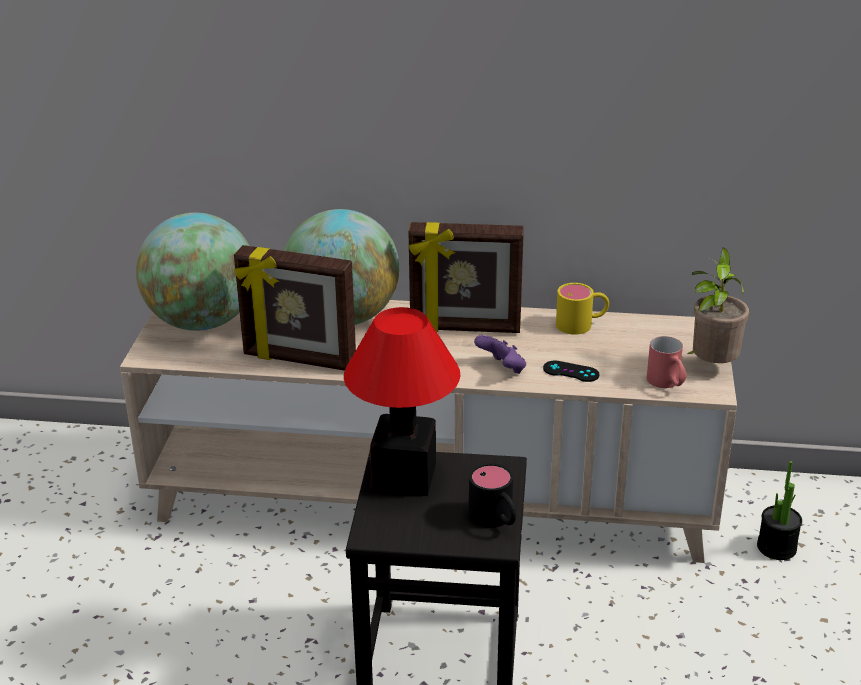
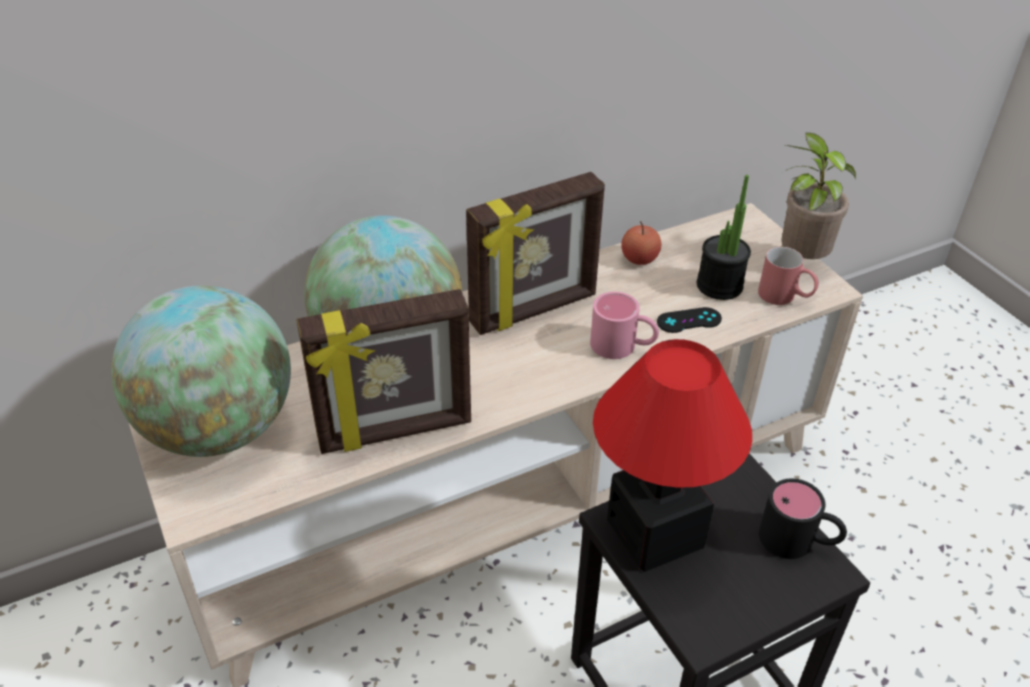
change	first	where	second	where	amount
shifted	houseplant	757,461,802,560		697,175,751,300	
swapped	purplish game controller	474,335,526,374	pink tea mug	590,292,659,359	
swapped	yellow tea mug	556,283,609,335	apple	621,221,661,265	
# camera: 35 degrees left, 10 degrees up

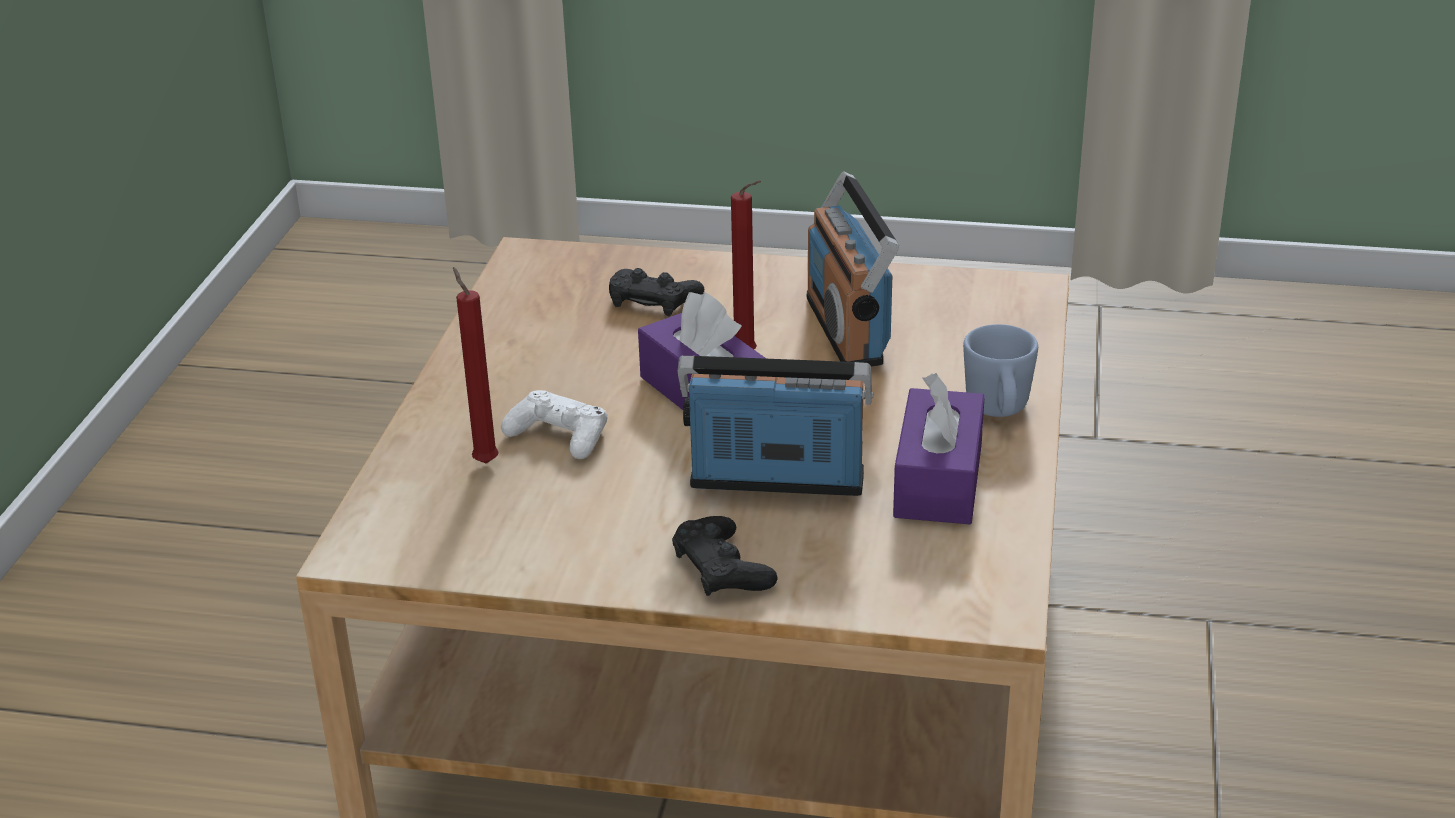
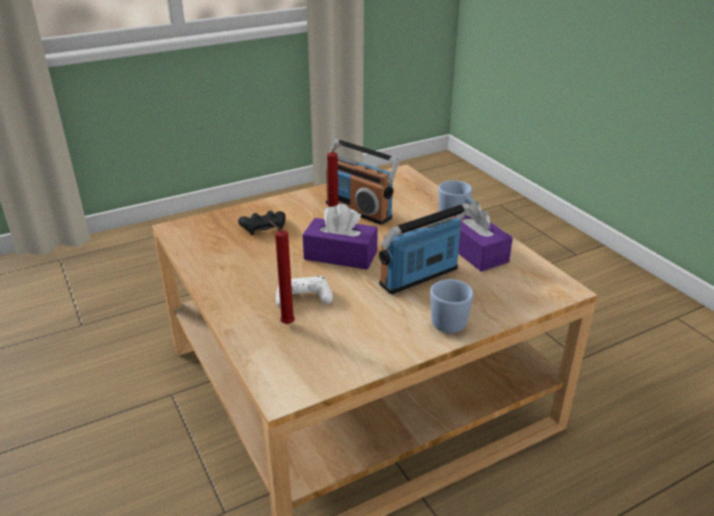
change	first	where	second	where	amount
swapped	black game controller	672,516,778,596	blue tea mug	430,279,474,333	
# camera: 40 degrees left, 0 degrees up

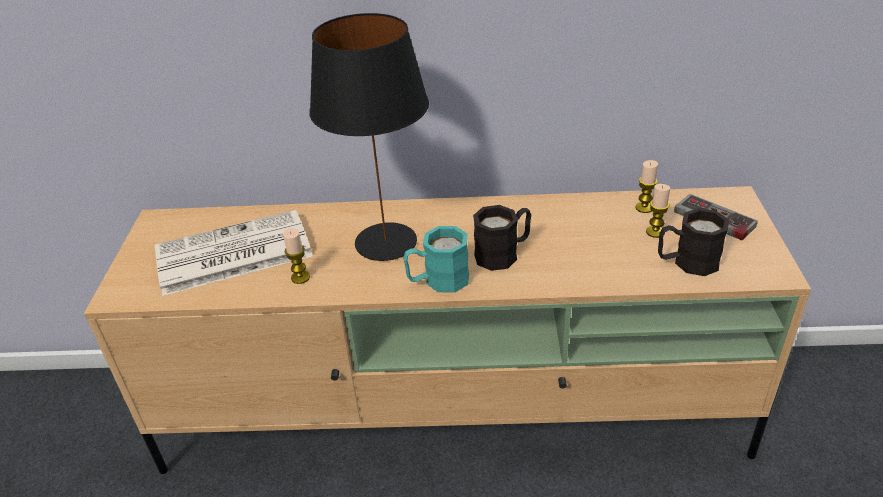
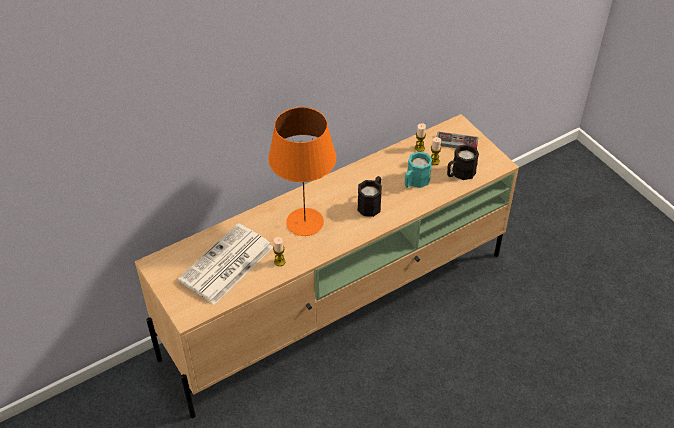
change	first	where	second	where	amount
shifted	blue-green tea mug	403,226,469,293		405,151,432,188	
repainted	black lamp for a table	309,13,429,261	orange lamp for a table	268,107,336,236	
# camera: 35 degrees left, 10 degrees up

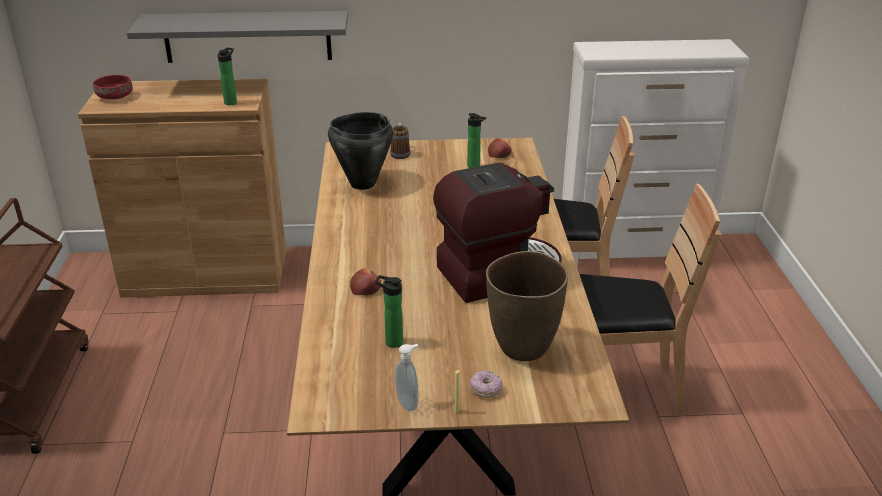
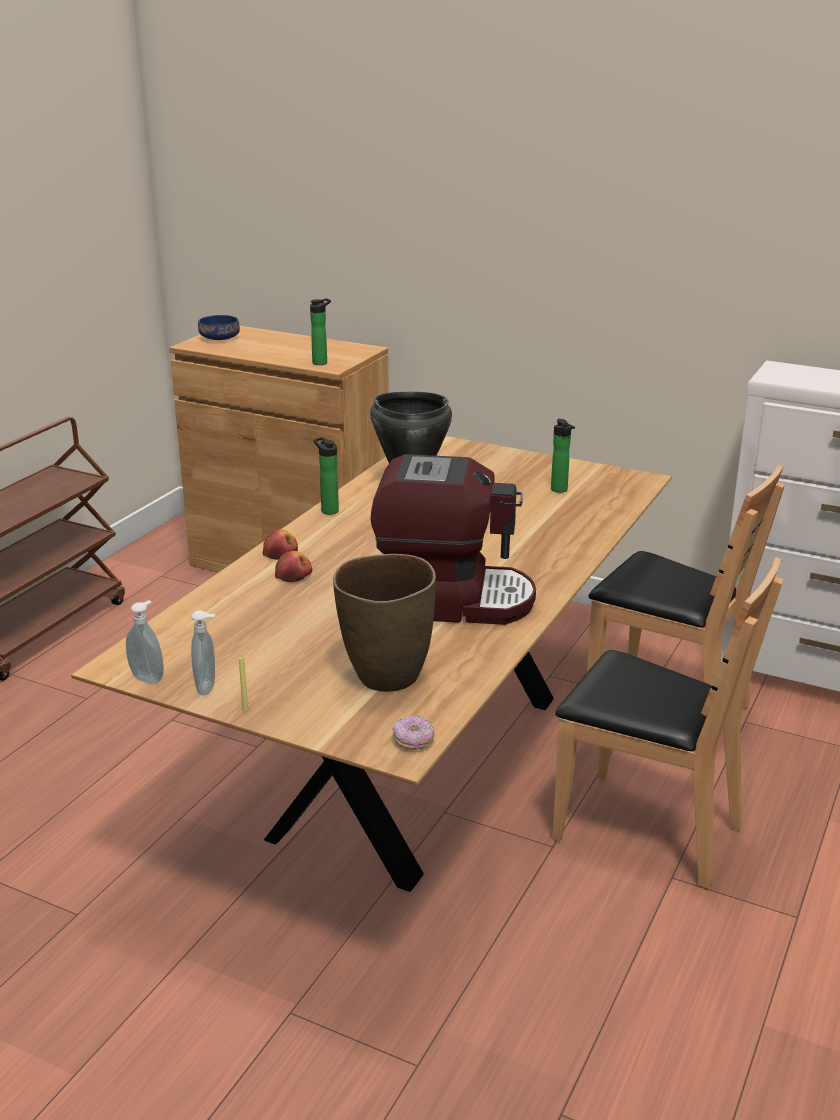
change	first	where	second	where	amount
gone	gray shelf	127,11,348,63			
gone	tea mug	390,123,411,159			
new			soap bottle	126,600,164,684	
shifted	beverage bottle	375,275,403,348		313,437,339,515	
shifted	donut	470,370,503,398		393,716,435,750	
shifted	apple	488,138,512,158		263,529,298,560	
repainted	red-coloured deep dish	93,75,133,99	blue deep dish	198,315,240,340	
# camera: 30 degrees right, 5 degrees down

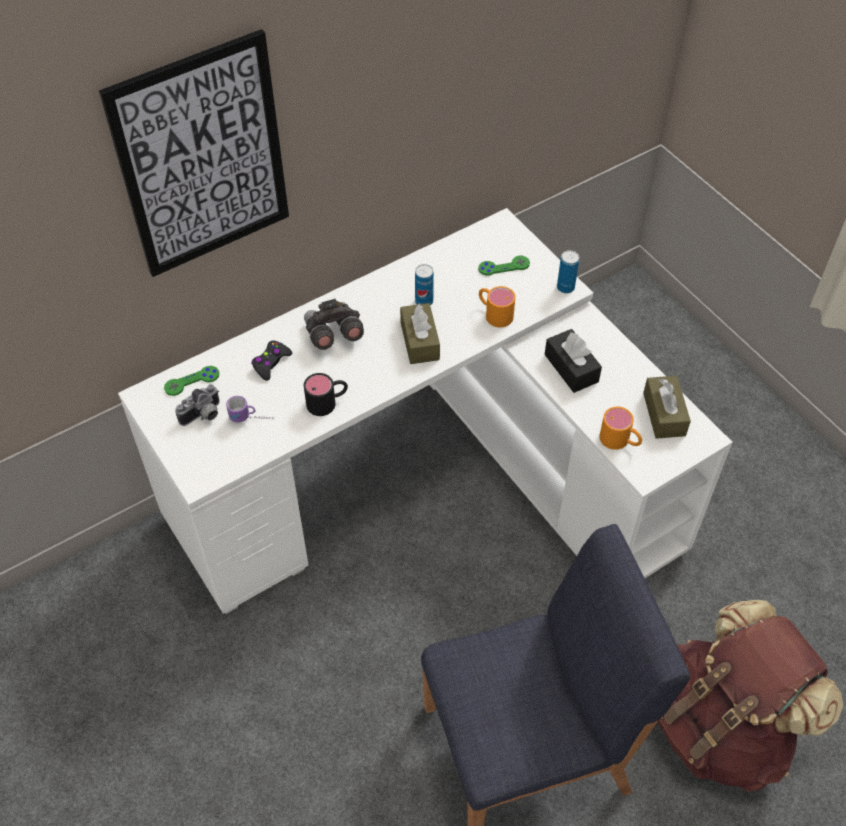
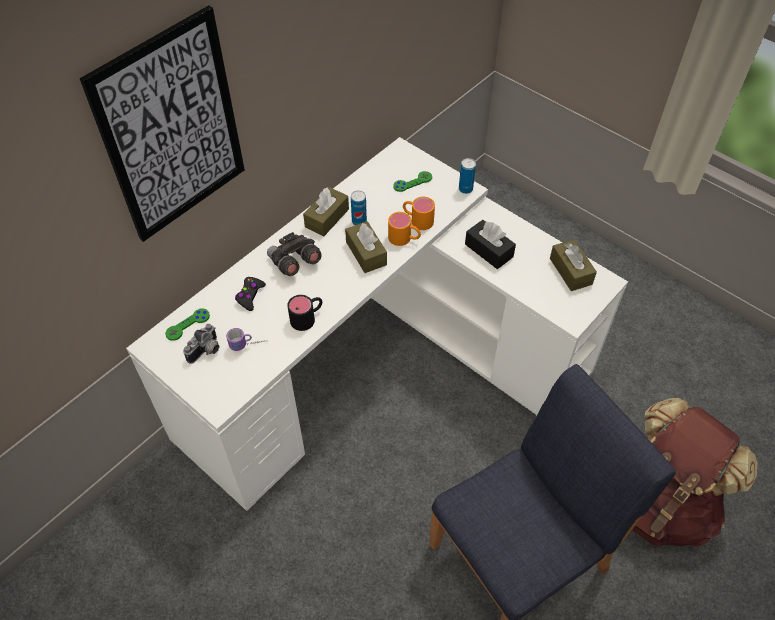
change	first	where	second	where	amount
new			brown box of tissues	303,187,349,236	
shifted	orange tea mug	599,407,642,450		388,212,421,246	
# camera: 15 degrees left, 0 degrees up

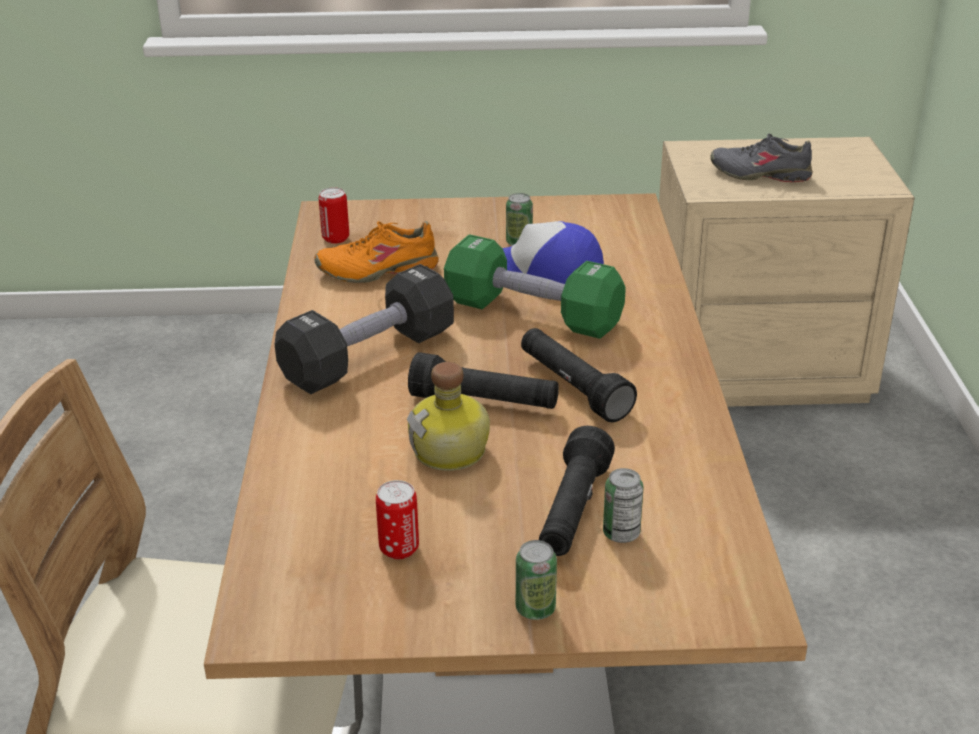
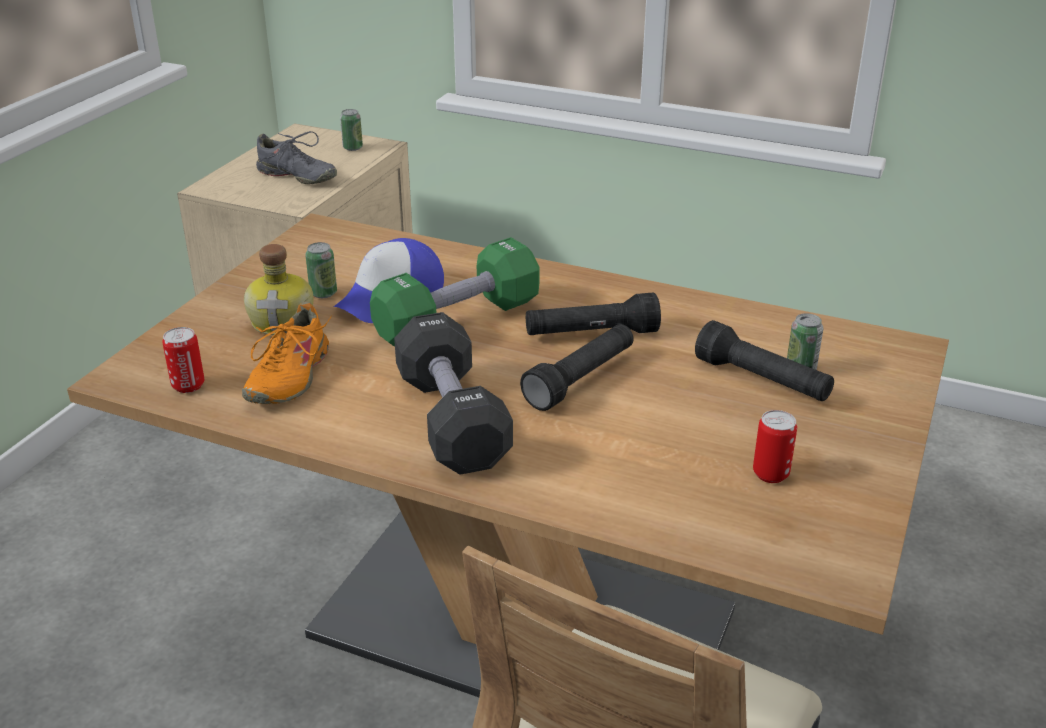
change	first	where	second	where	amount
shifted	beverage bottle	407,362,490,471		244,244,314,335	
shifted	sealed can	516,540,557,620		340,109,363,151	
rotated	gray item of footwear	710,134,813,182		256,131,337,184	105 degrees counterclockwise
# camera: 65 degrees left, 0 degrees up

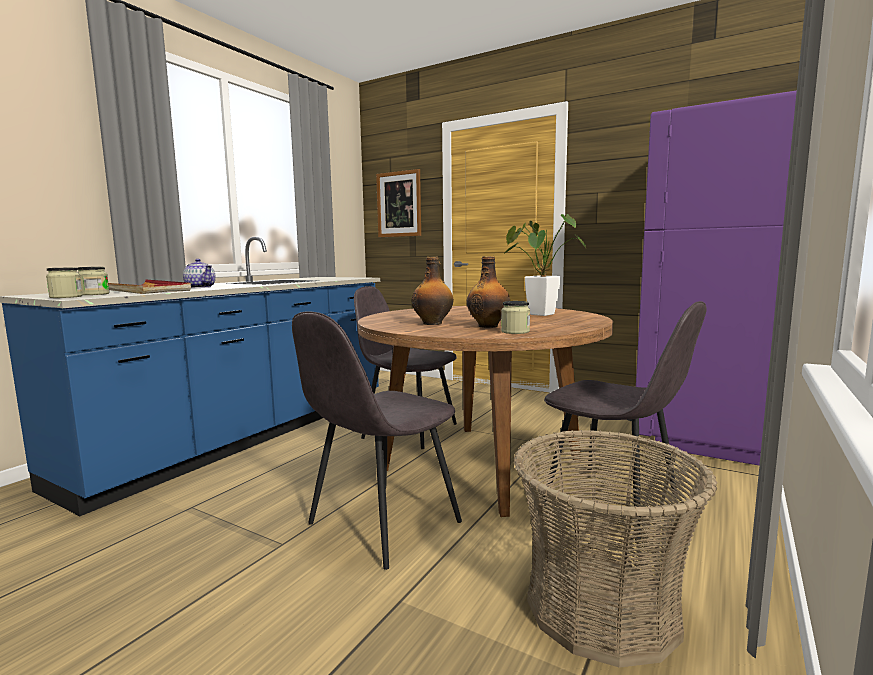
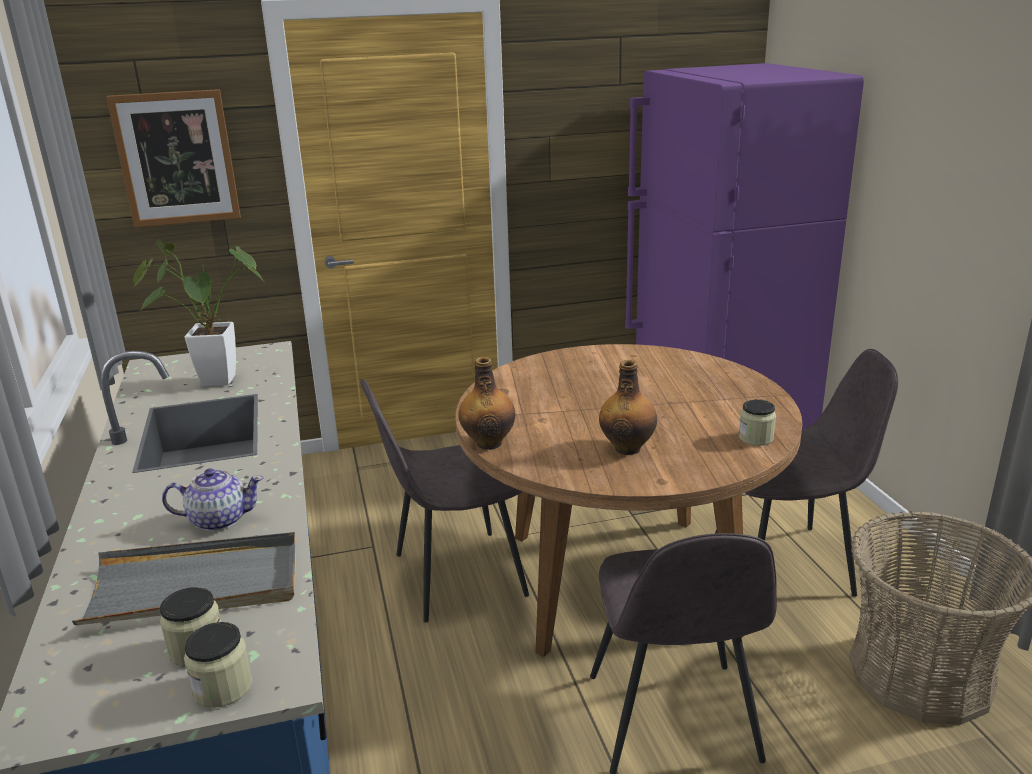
change	first	where	second	where	amount
shifted	beverage bottle	467,256,510,328		459,357,515,450	
shifted	houseplant	504,214,586,316		133,239,263,386	
repainted	red-coloured carrying tray	108,280,191,294	gray carrying tray	72,532,296,625	
# camera: 45 degrees left, 15 degrees up

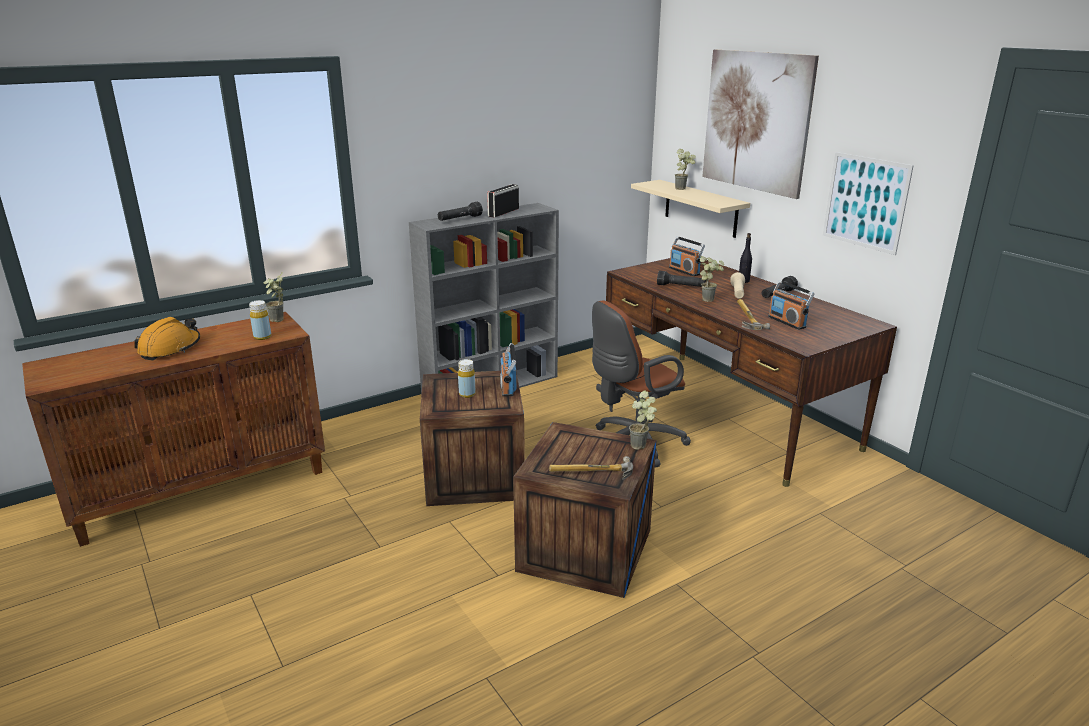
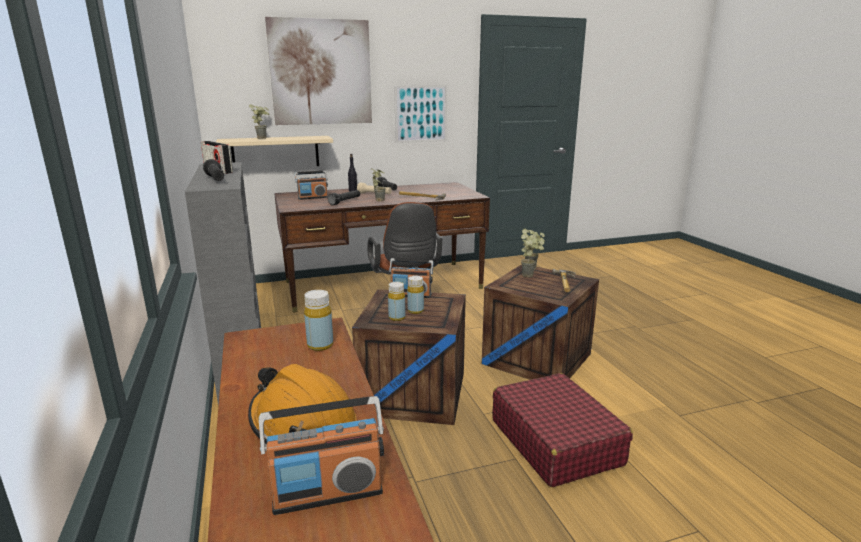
change	first	where	second	where	amount
new			yellow beverage bottle	388,282,406,321	
new			red-coloured travel case	492,373,633,487	
shifted	houseplant	264,272,284,322		521,234,544,277	
shifted	radio receiver	768,280,815,330		259,396,384,515	
# camera: 75 degrees left, 5 degrees down

